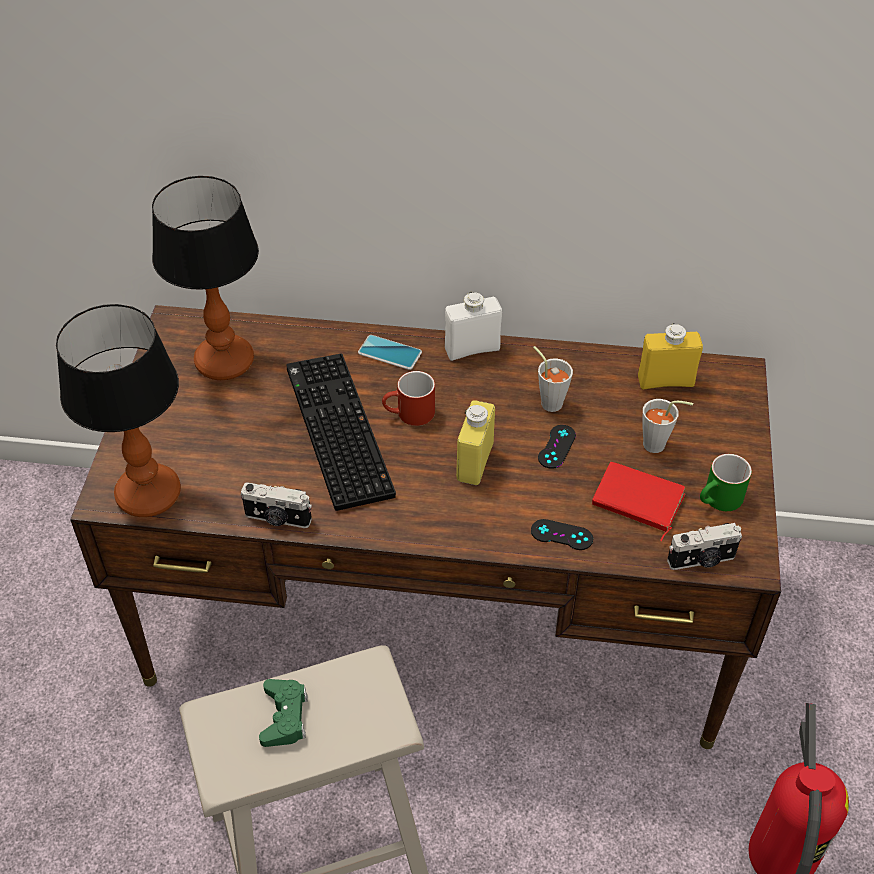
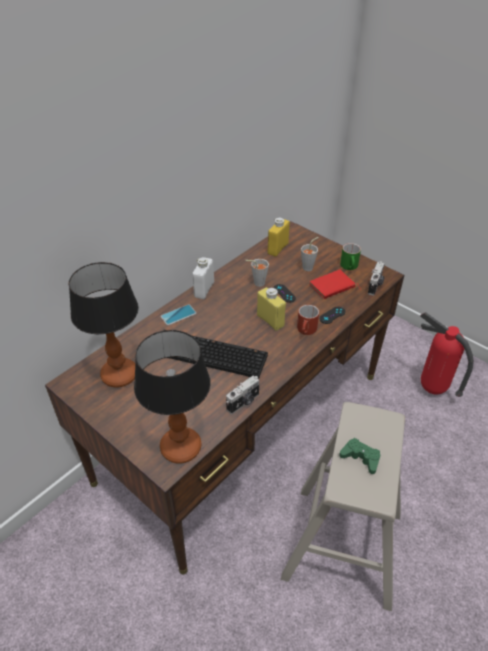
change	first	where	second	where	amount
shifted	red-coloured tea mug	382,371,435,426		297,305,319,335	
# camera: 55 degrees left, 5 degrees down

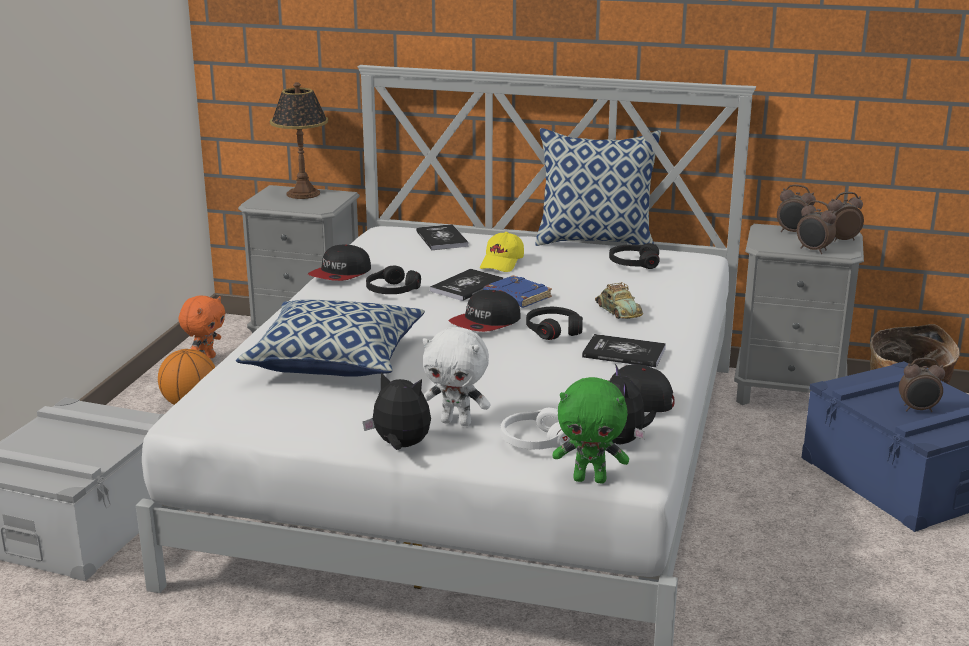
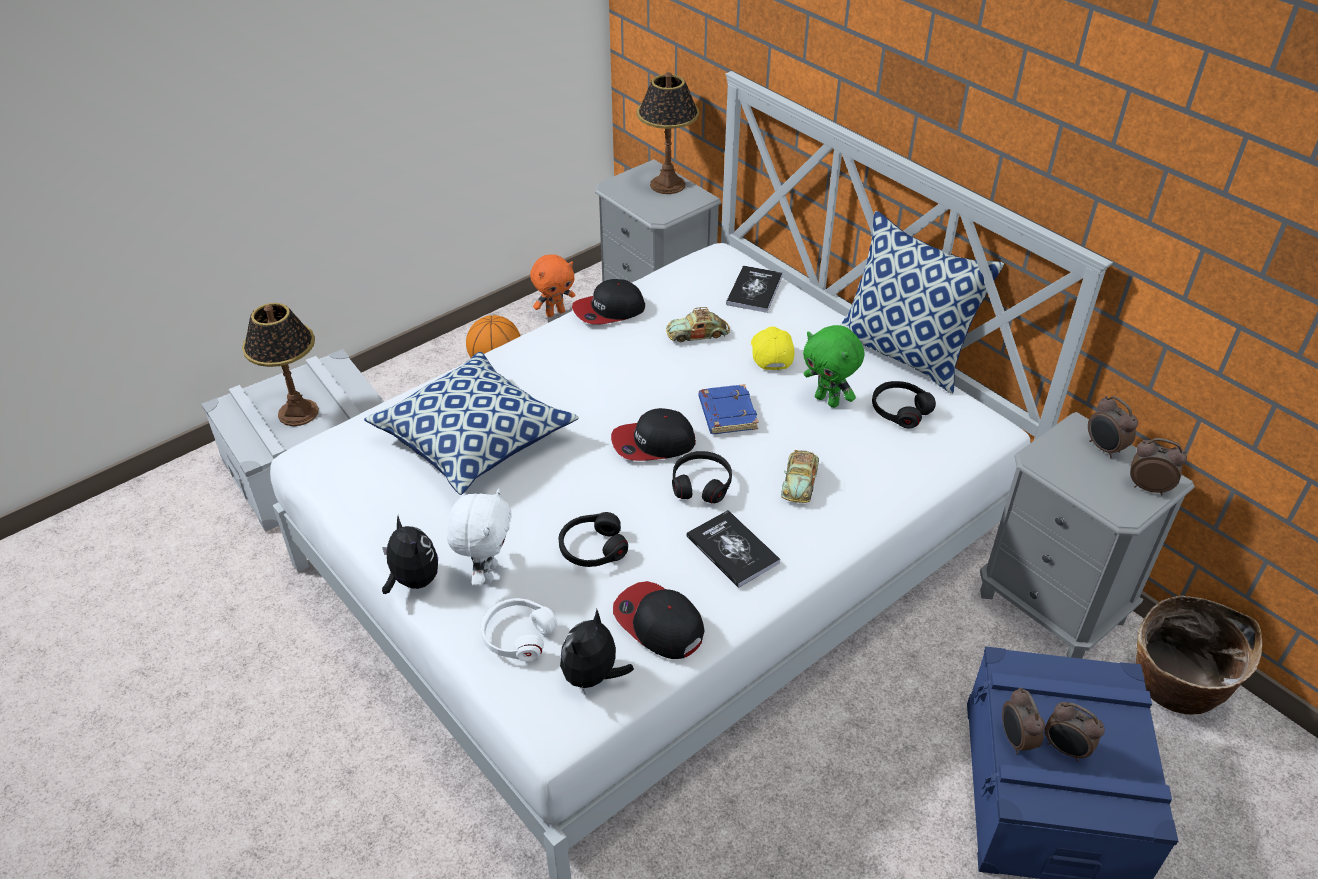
change	first	where	second	where	amount
gone	volume	430,269,503,301			
new			lamp for a table	242,303,319,426	
new			toy car	666,307,730,342	
shifted	black pair of headphones	366,266,421,294		559,512,628,567	
shifted	green soft toy	552,377,629,484		803,325,864,408	
shifted	alarm clock	797,200,836,254		1002,687,1045,754	
rotated	whitish soft toy	423,327,491,426		447,488,512,586	135 degrees counterclockwise
rotated	yellow cap	480,232,524,272		751,326,795,370	120 degrees clockwise
# camera: 35 degrees right, 20 degrees up

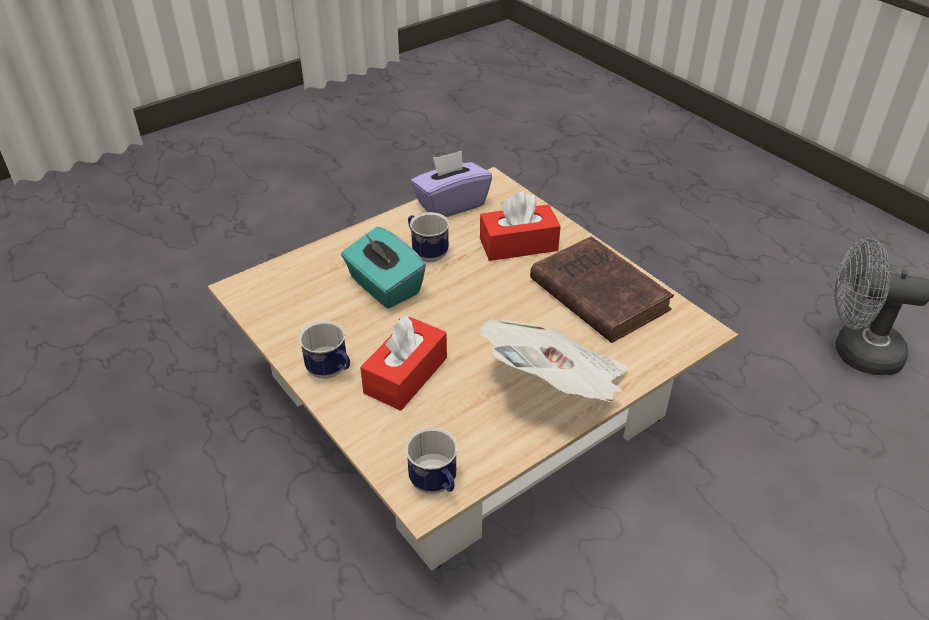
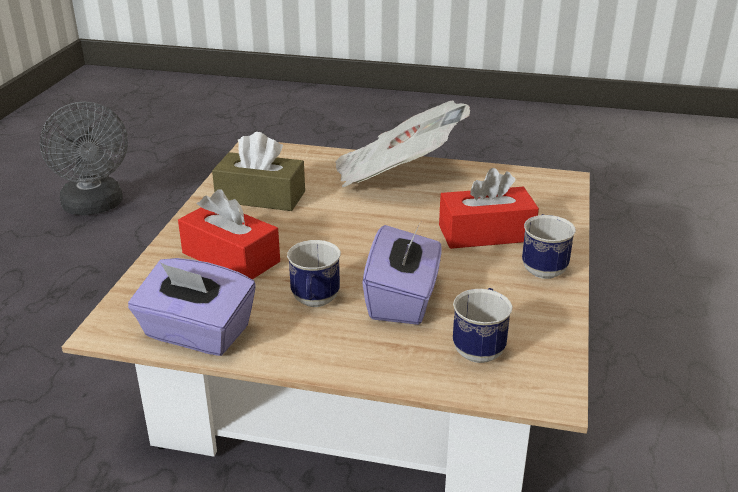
change	first	where	second	where	amount
shifted	tea mug	405,427,458,494		453,288,513,363	
swapped	brown volume	530,237,674,343	brown box of tissues	212,132,305,211	
repainted	blue-green box of tissues	341,227,426,309	purplish box of tissues	362,222,442,325	
# camera: 130 degrees left, 10 degrees down

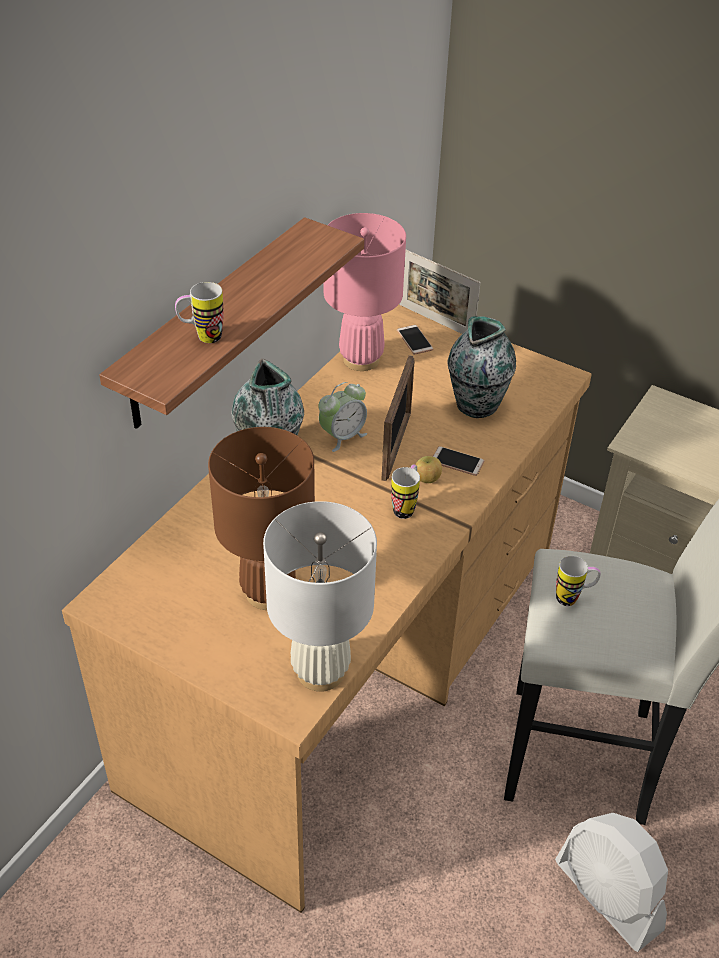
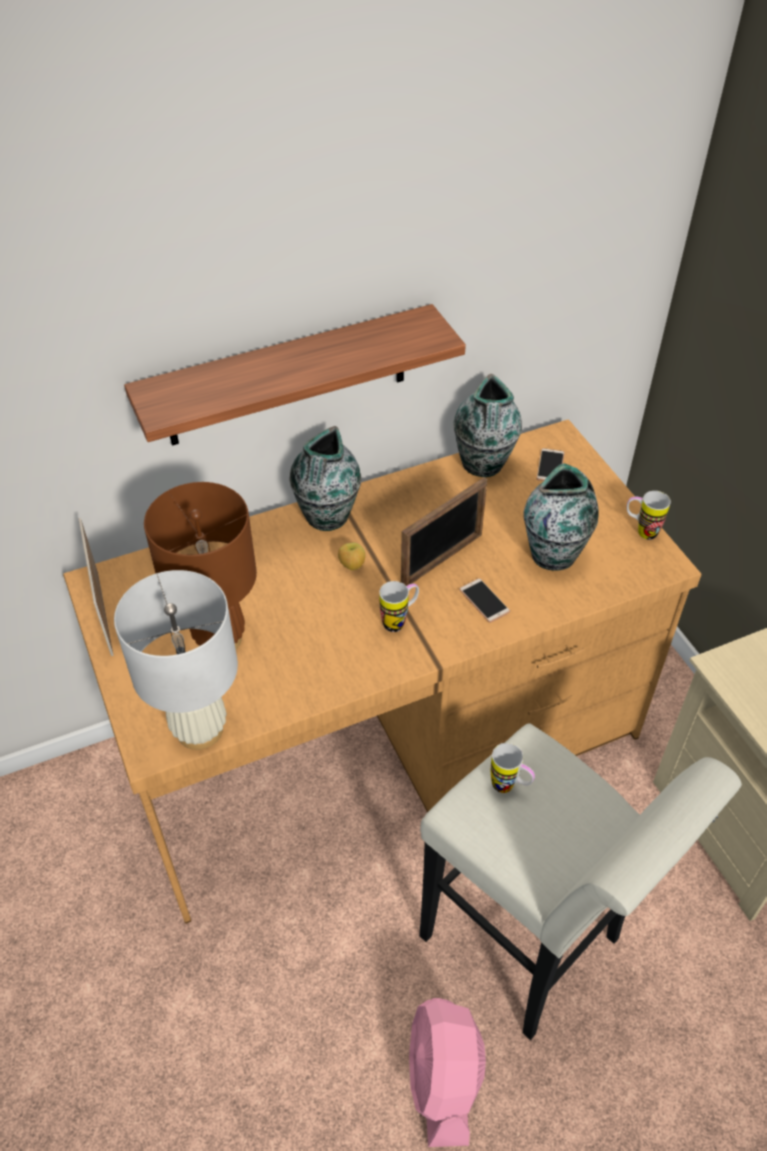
change	first	where	second	where	amount
gone	alarm clock	318,382,367,452			
shifted	tea mug	175,282,224,343		627,491,671,540	
shifted	photo frame	399,250,481,334		79,518,113,656	
shifted	apple	416,456,442,483		338,543,365,570	
swapped	pink lamp for a table	324,213,406,371	flower vase	453,374,522,477	
repainted	whitish cooling fan	555,813,668,952	pink cooling fan	409,998,486,1147	
# camera: 35 degrees right, 5 degrees up

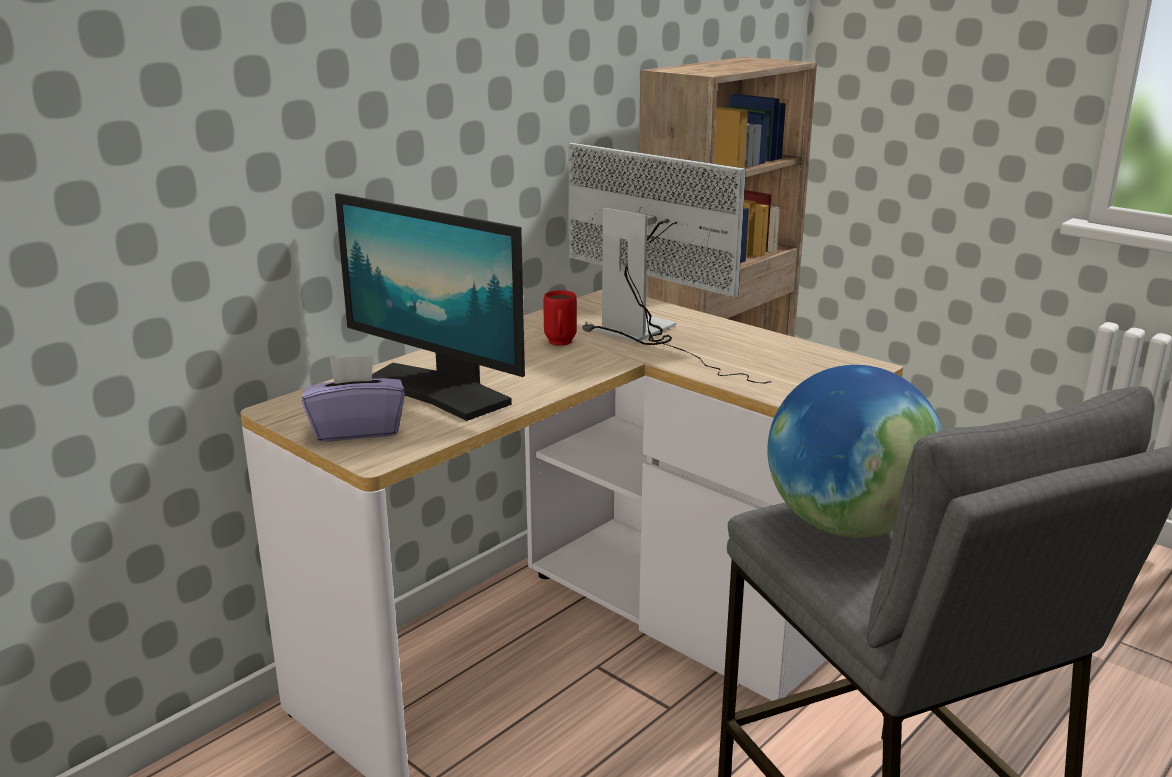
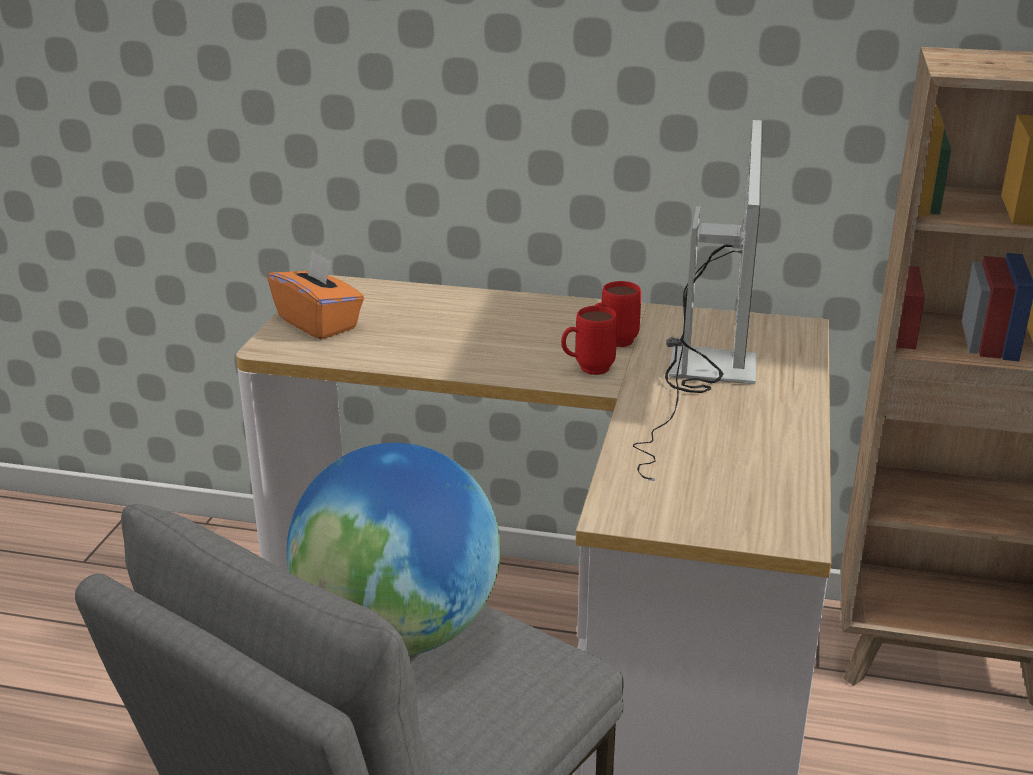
change	first	where	second	where	amount
gone	monitor	335,193,525,421			
new			red-coloured tea mug	561,306,617,375	
repainted	purplish box of tissues	302,355,405,442	orange box of tissues	267,250,364,340	
# camera: 60 degrees right, 5 degrees up

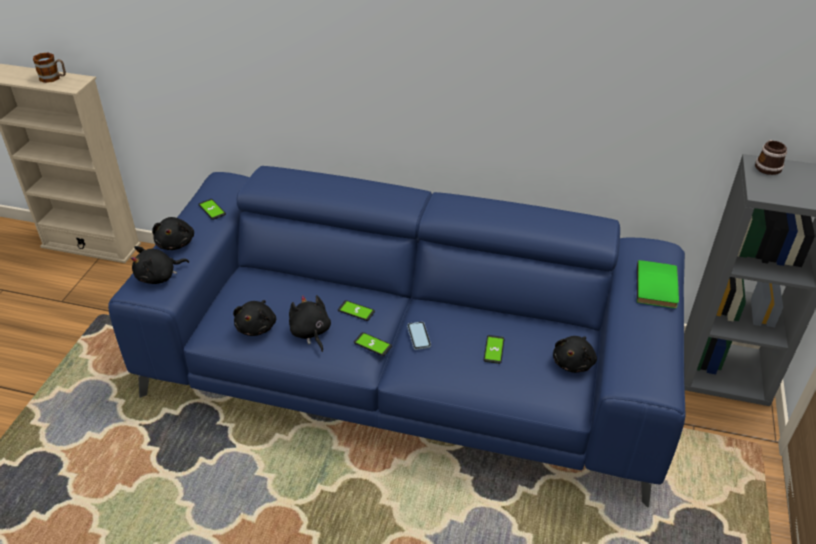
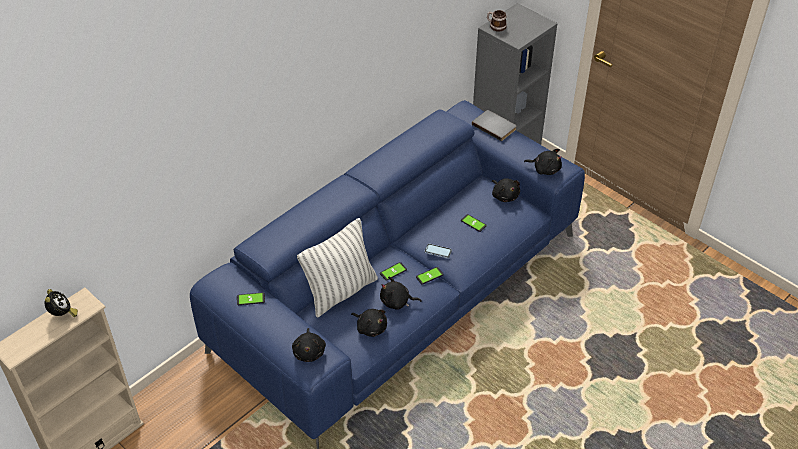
change	first	where	second	where	amount
new			cushion	297,218,378,317	
shifted	black soft toy	152,217,194,250		524,149,562,175	
swapped	tea mug	33,53,66,83	alarm clock	45,289,78,318	
repainted	green volume	637,260,679,308	gray volume	472,110,517,141	
# camera: 60 degrees left, 5 degrees up

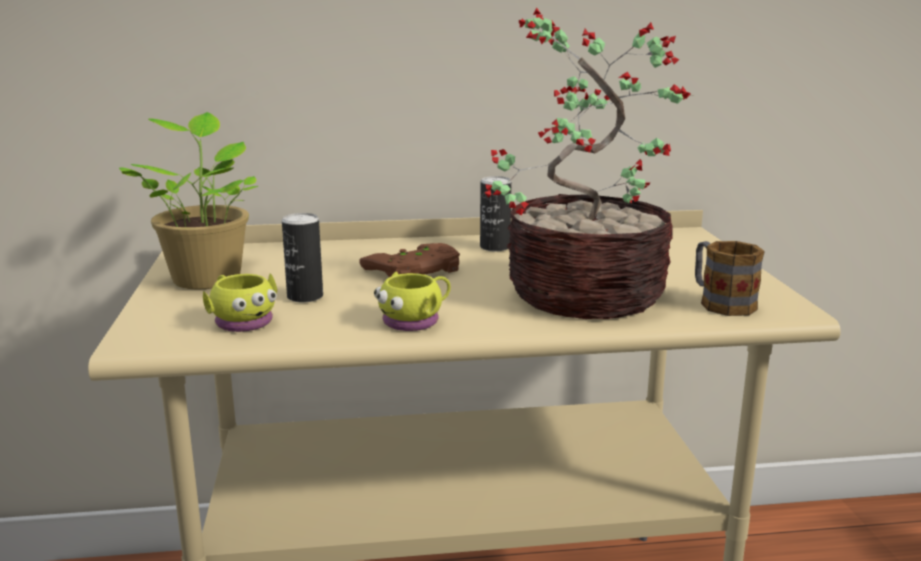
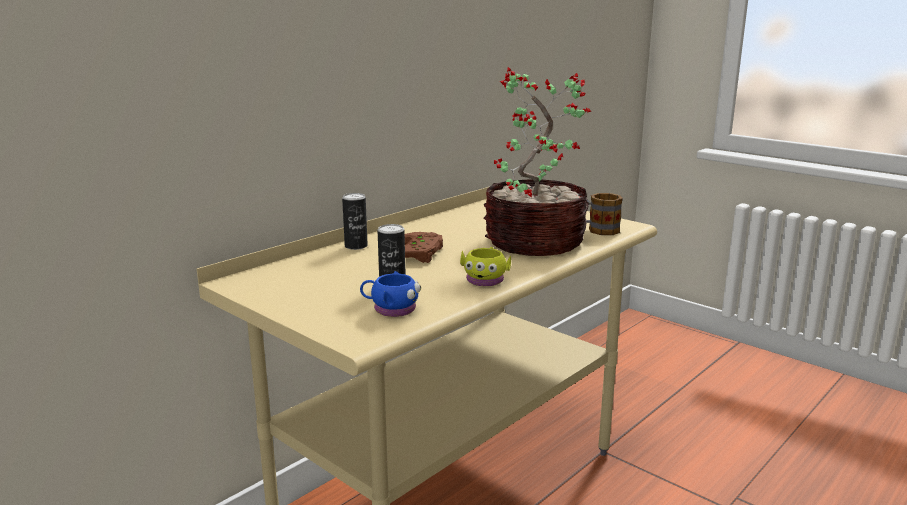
change	first	where	second	where	amount
gone	houseplant	119,112,258,290			
shifted	sealed can	480,176,511,251		342,193,368,250	
repainted	yellow tea mug	203,273,277,332	blue tea mug	360,271,421,317	
# camera: 40 degrees left, 0 degrees up

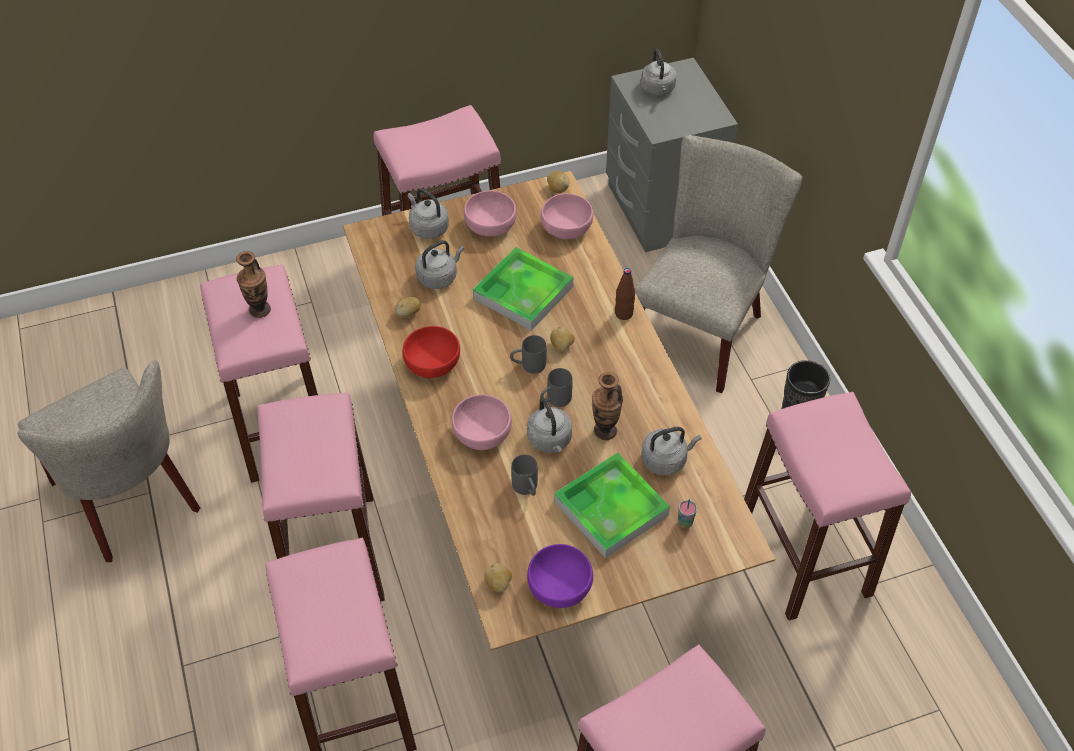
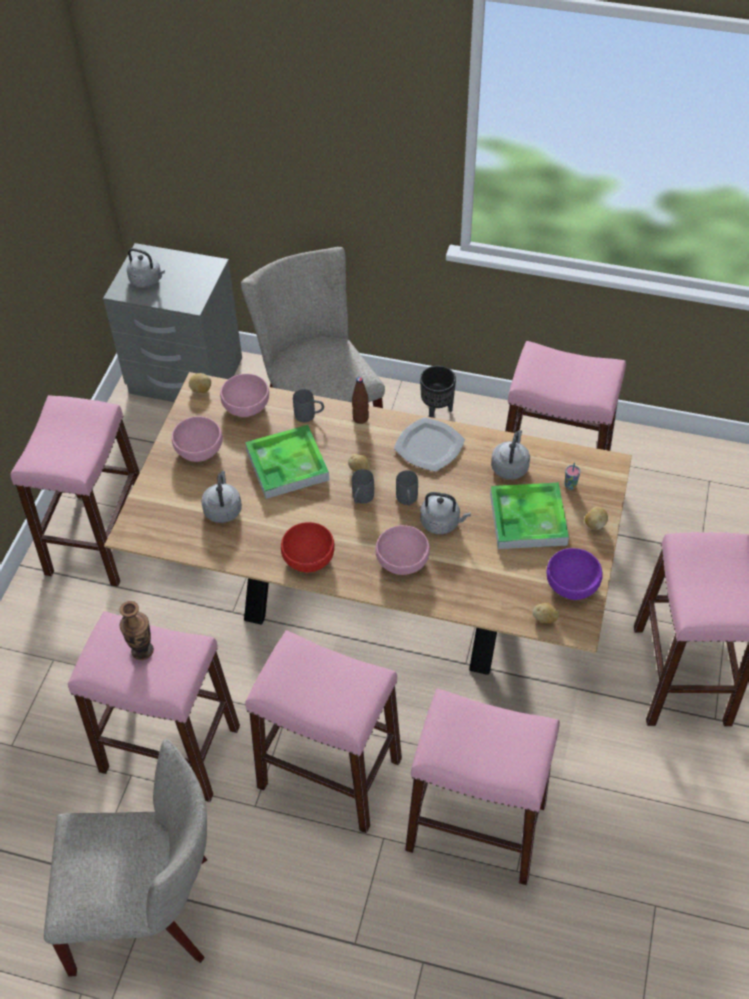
change	first	where	second	where	amount
gone	gray tea kettle	408,189,449,239			
gone	flower vase	592,372,623,440			
new			dinner plate	394,417,465,472	
shifted	spud	395,297,420,317		585,507,608,530	
shifted	gray tea mug	511,455,538,496		293,389,324,422	
# camera: 55 degrees left, 0 degrees up

